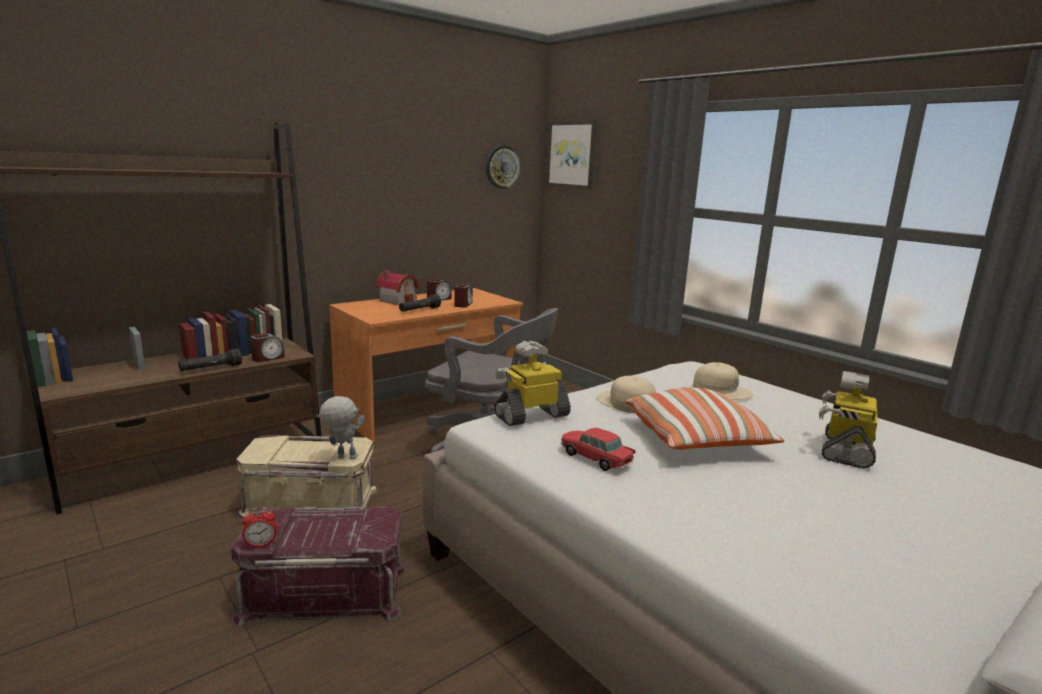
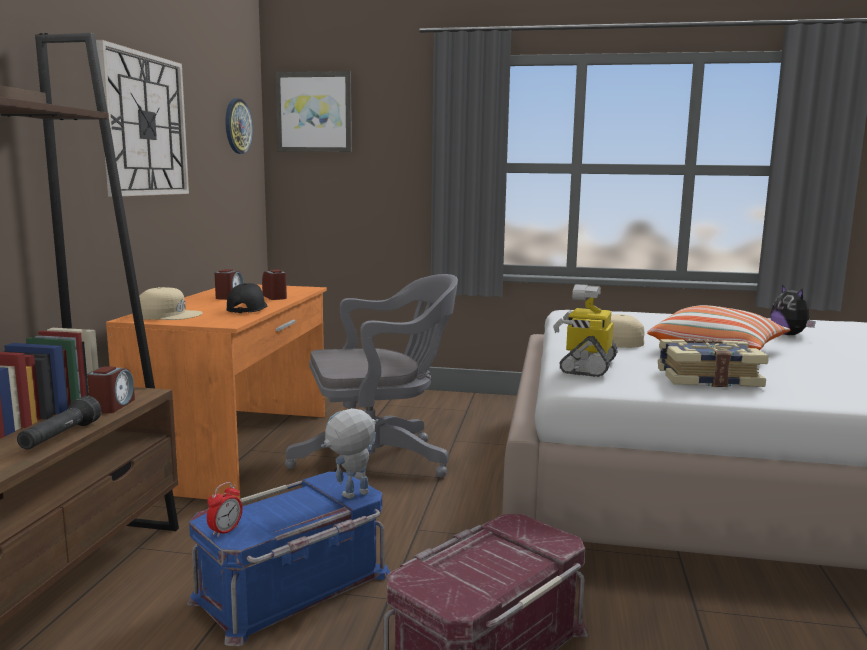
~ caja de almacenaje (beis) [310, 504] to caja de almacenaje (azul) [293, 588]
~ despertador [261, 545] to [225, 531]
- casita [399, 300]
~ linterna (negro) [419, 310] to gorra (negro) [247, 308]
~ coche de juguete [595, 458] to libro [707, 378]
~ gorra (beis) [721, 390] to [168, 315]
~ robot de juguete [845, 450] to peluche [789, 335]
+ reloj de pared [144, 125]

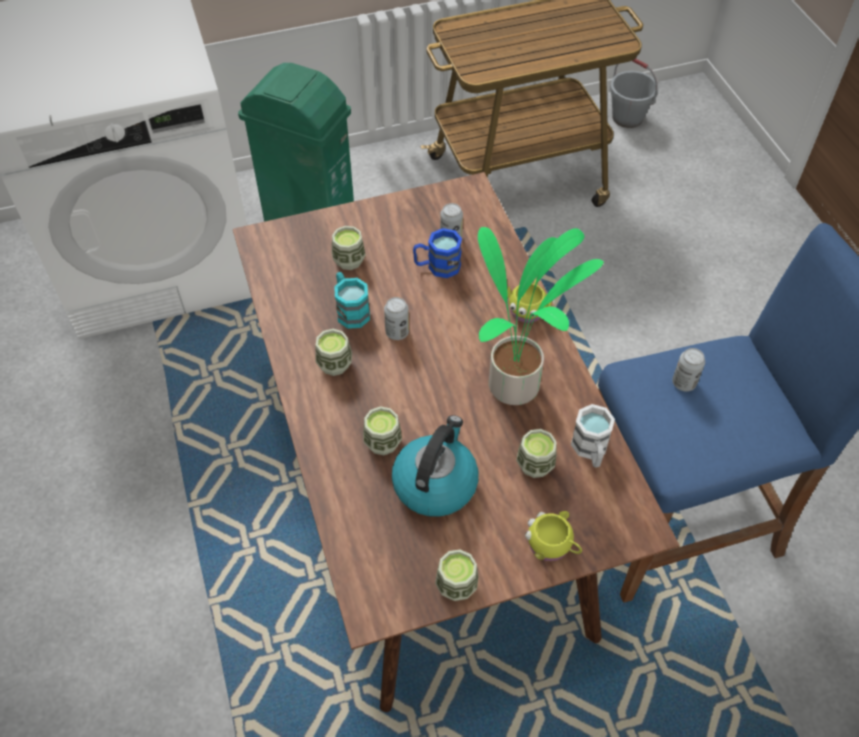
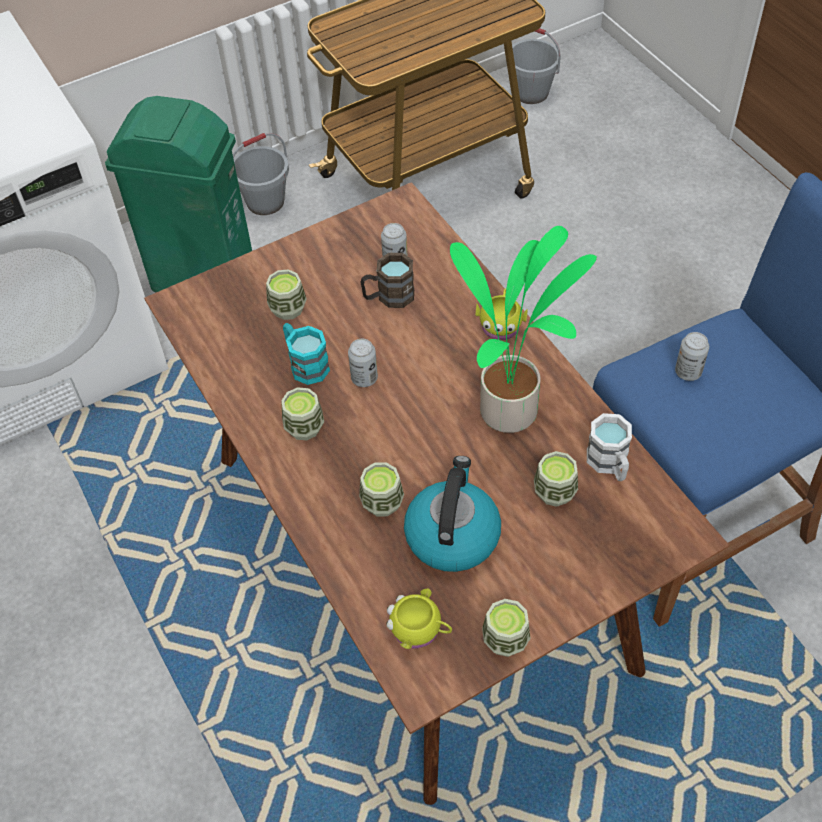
~ taza grande (azul) [437, 266] to taza grande (marrón) [388, 297]
~ taza grande (amarillo) [552, 546] to [420, 630]
+ cubo (gris) [265, 201]

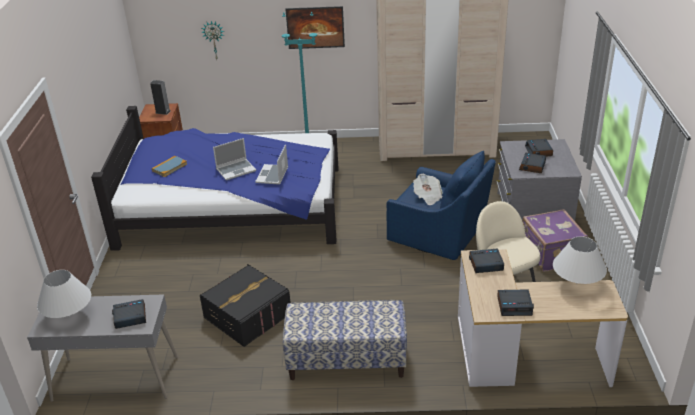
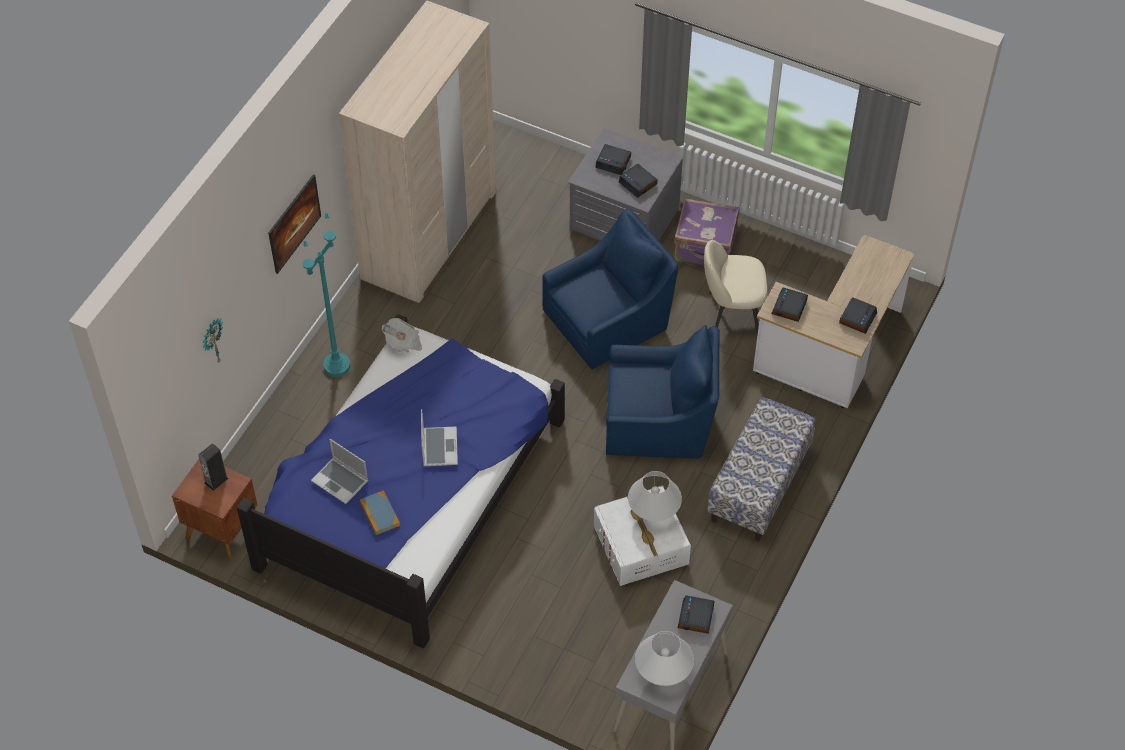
~ caja de almacenaje (negro) [248, 316] to caja de almacenaje (blanco) [641, 545]
~ portátil [272, 175] to [341, 481]
~ periódico [427, 196] to [403, 342]
~ lámpara de mesa (blanco) [577, 284] to [654, 510]
+ sillón (azul) [660, 421]

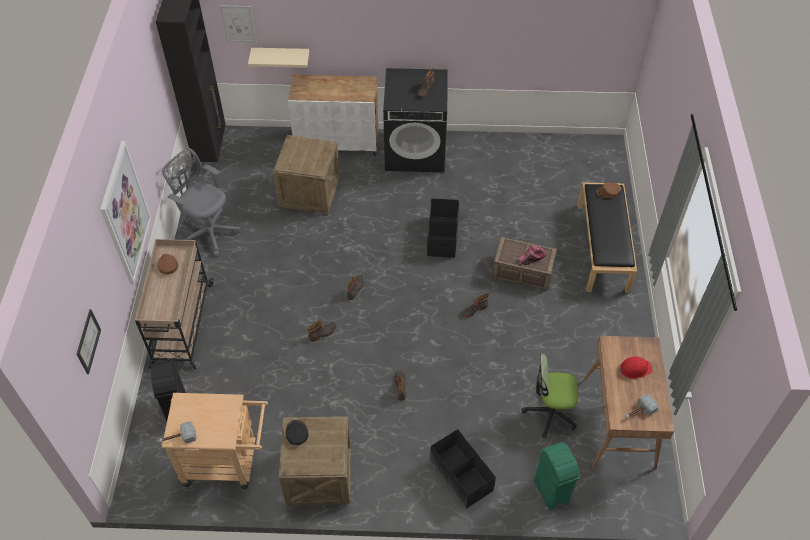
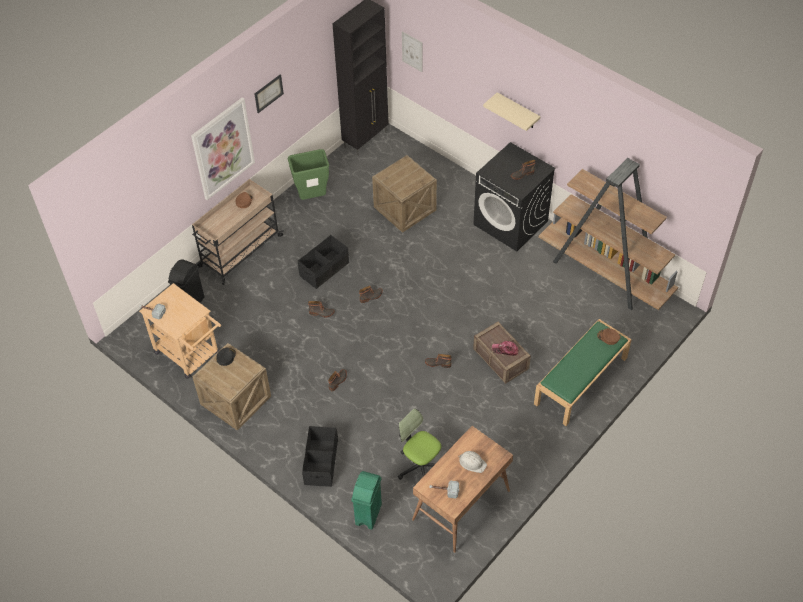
~ cuadro [88, 341] to [268, 93]
~ silla de oficina (gris) [208, 231] to papelera (verde) [312, 197]
~ estante (beis) [281, 56] to [518, 111]
- armario (blanco) [337, 142]
~ caja de almacenaje (negro) [442, 236] to [324, 269]
~ banco (negro) [603, 248] to banco (verde) [580, 381]
~ casco (rojo) [634, 368] to casco (blanco) [472, 462]
+ estantería (marrón) [605, 274]

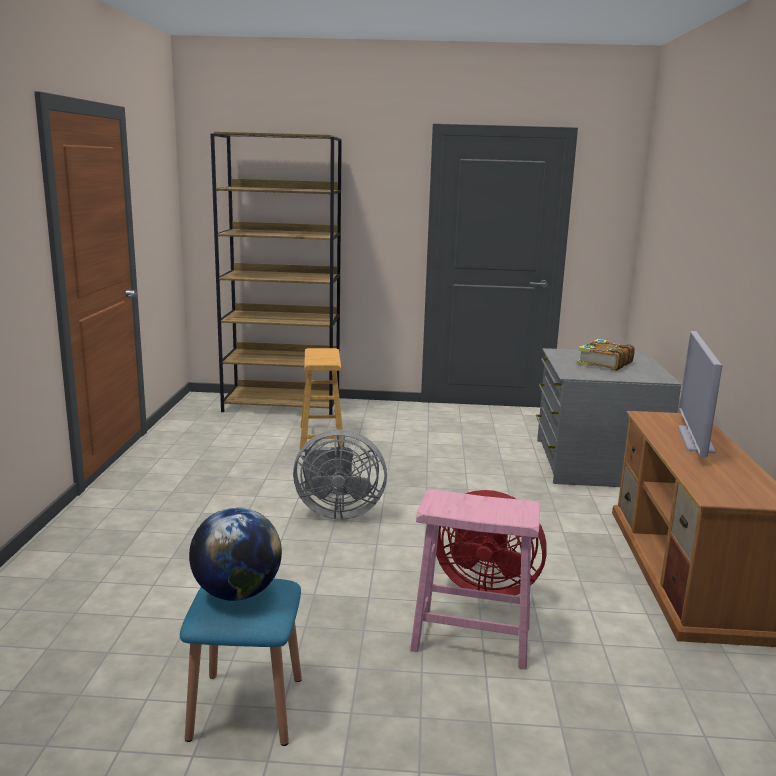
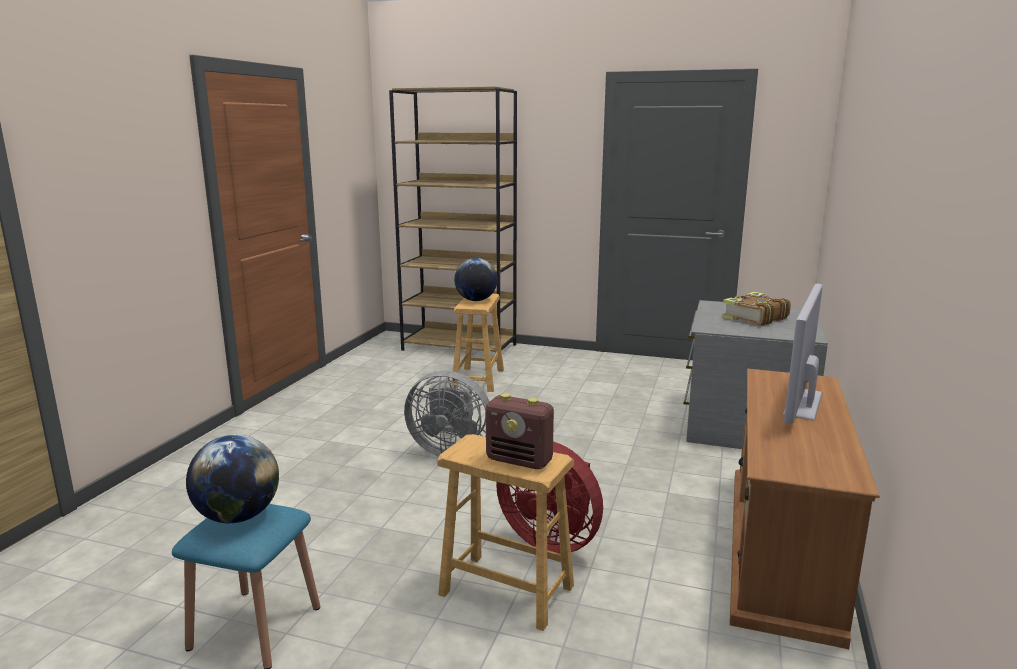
~ taburete (rosa) [471, 637] to taburete (marrón) [506, 590]
+ globo terráqueo [476, 300]
+ radio [520, 461]

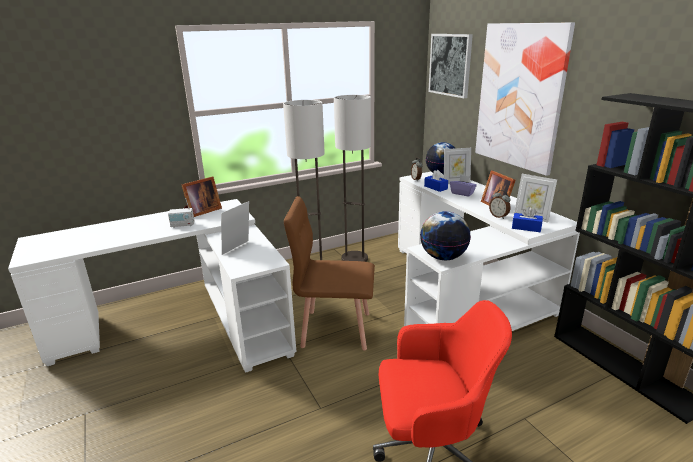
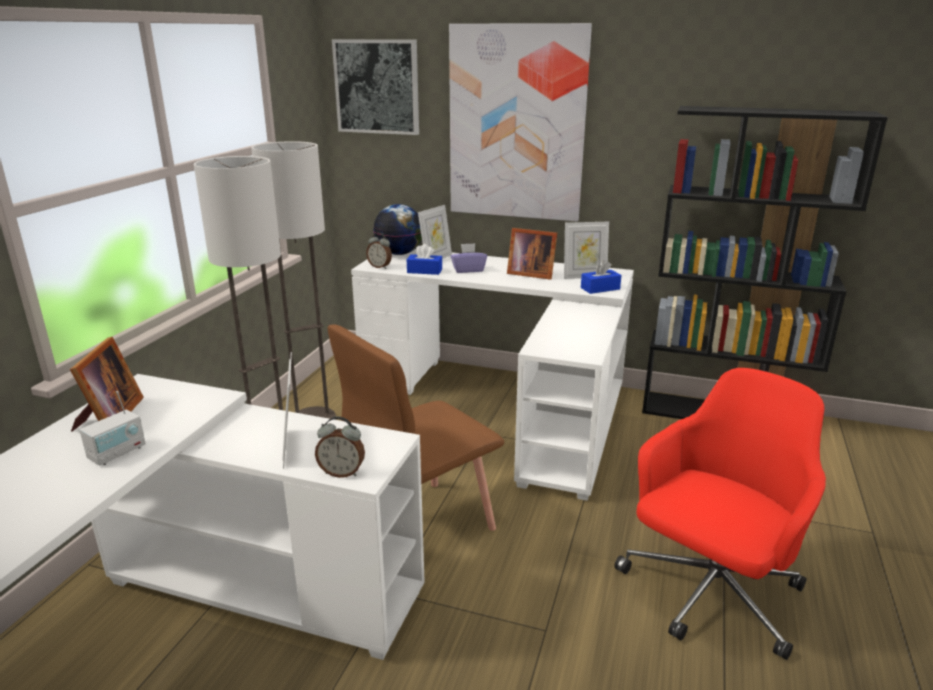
- globo terráqueo [443, 257]
~ despertador [498, 216] to [342, 472]

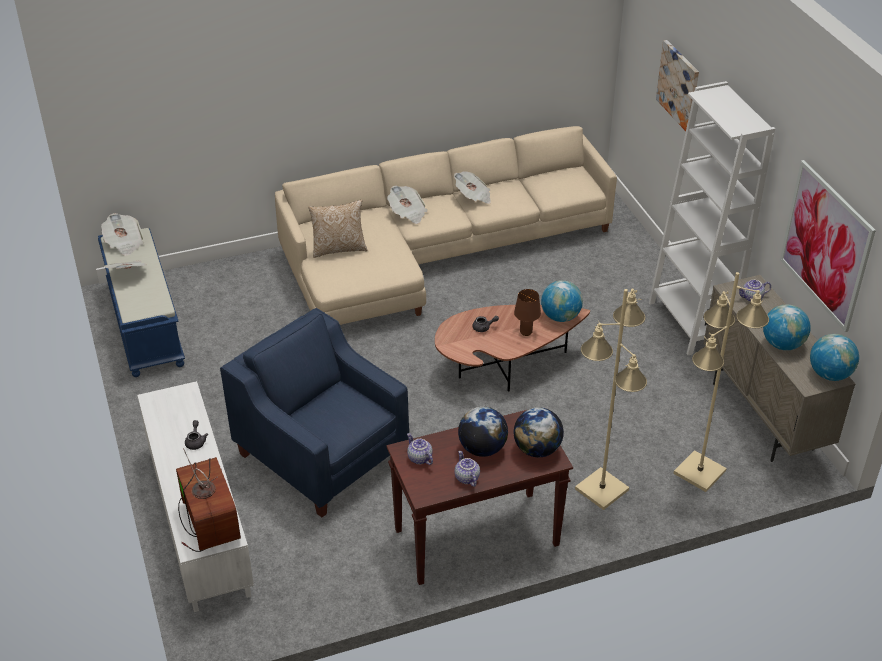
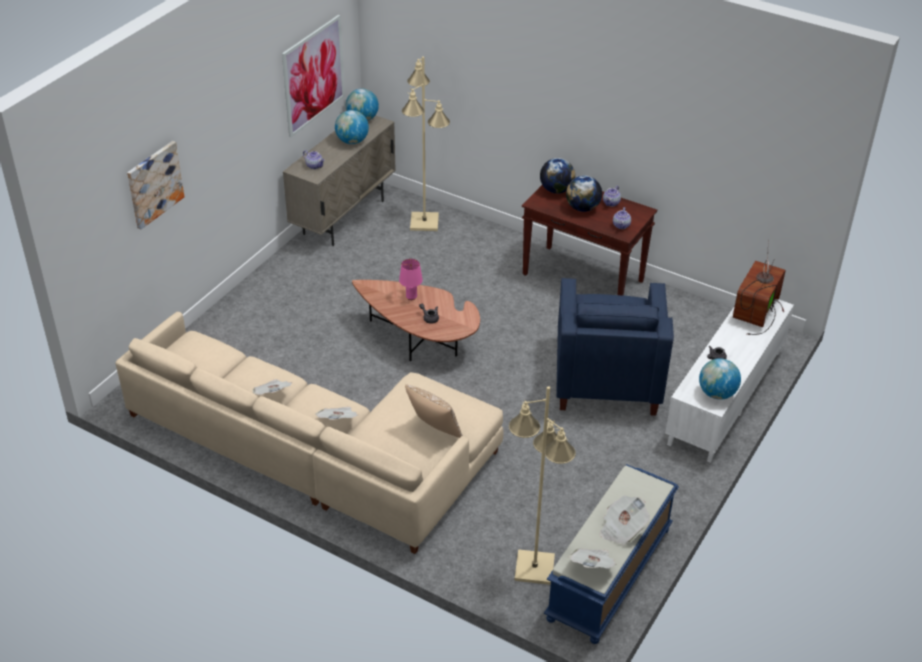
~ lámpara de mesa (marrón) [525, 332] to lámpara de mesa (rosa) [411, 297]
~ globo terráqueo [560, 317] to [716, 393]
~ lámpara de pie (beis) [602, 489] to [534, 567]
- estantería (blanco) [690, 323]

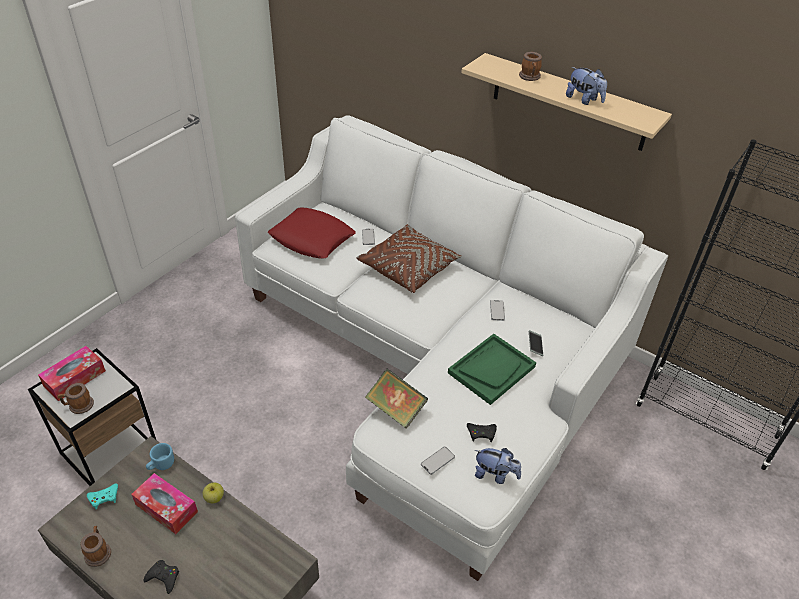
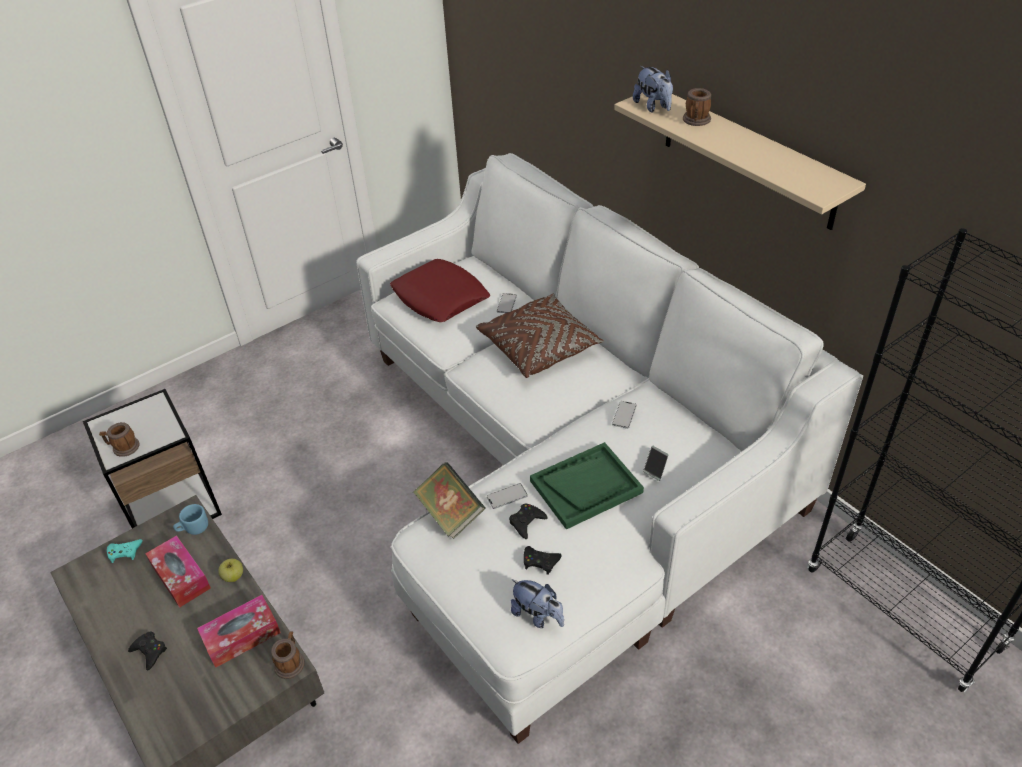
~ caja de pañuelos [75, 378] to [242, 636]
~ taza grande [98, 552] to [290, 662]
~ móvil [437, 461] to [507, 496]
~ peluche [584, 100] to [653, 107]
+ mando de consola (negro) [526, 522]

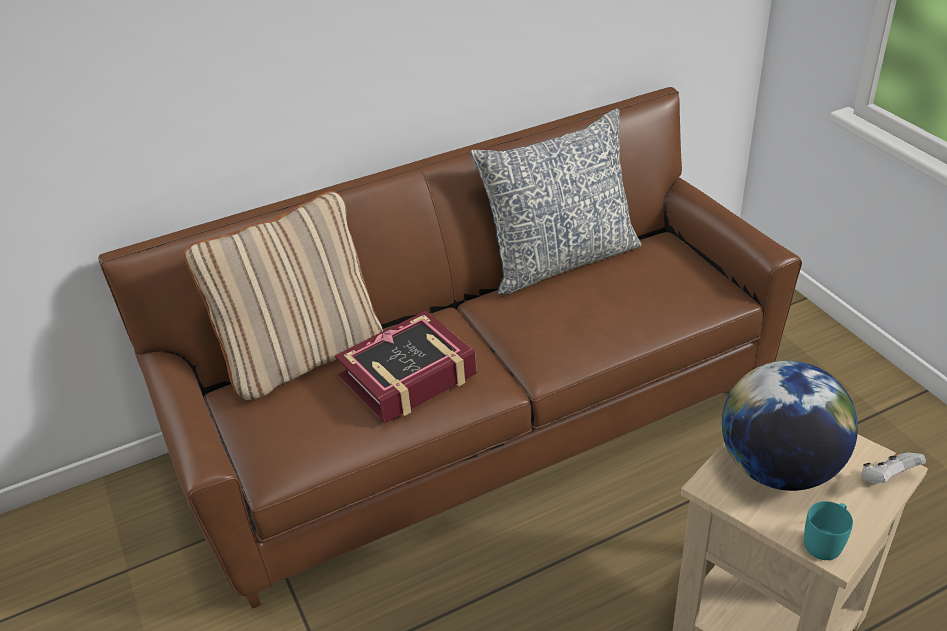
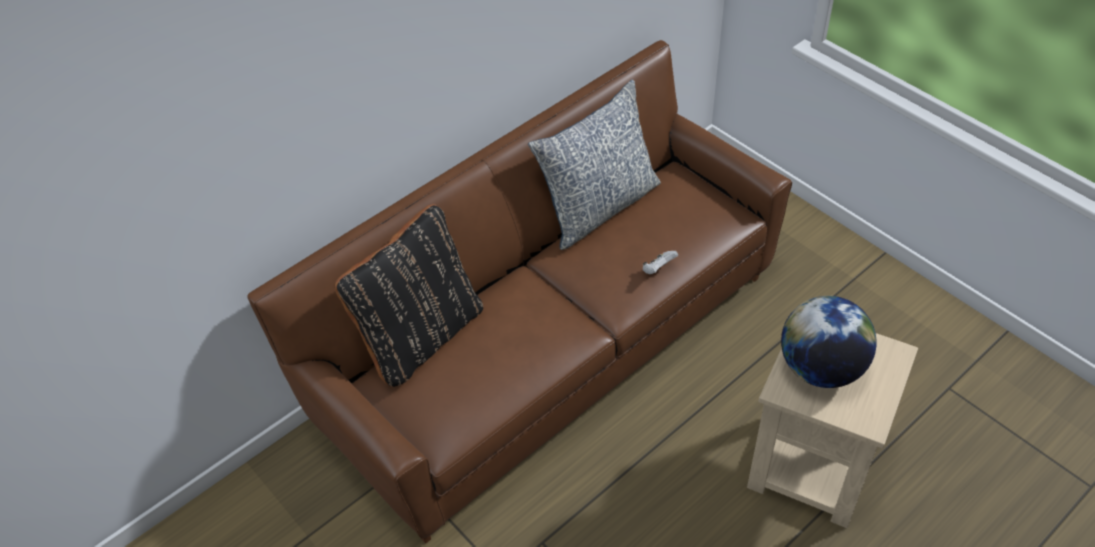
~ cojín (beis) [302, 355] to cojín (negro) [421, 336]
- libro [408, 376]
- taza grande (turquesa) [826, 541]
~ mando de consola (blanco) [887, 479] to [658, 269]

